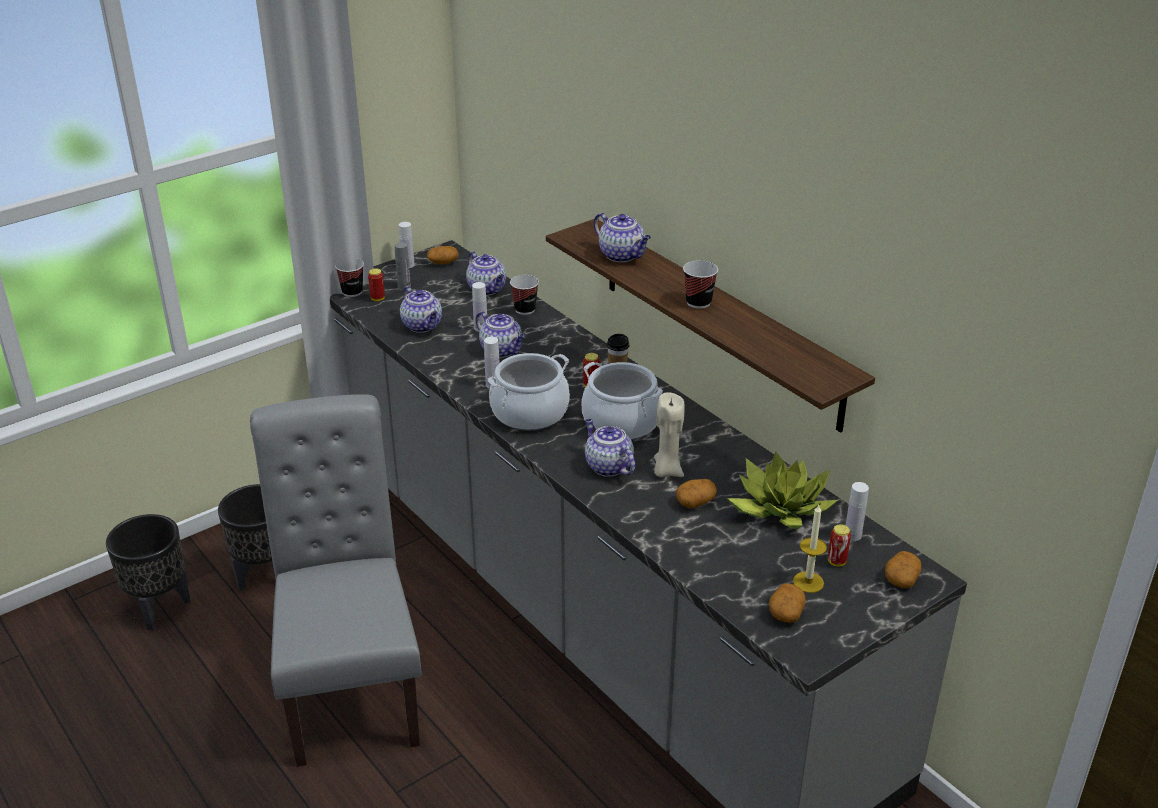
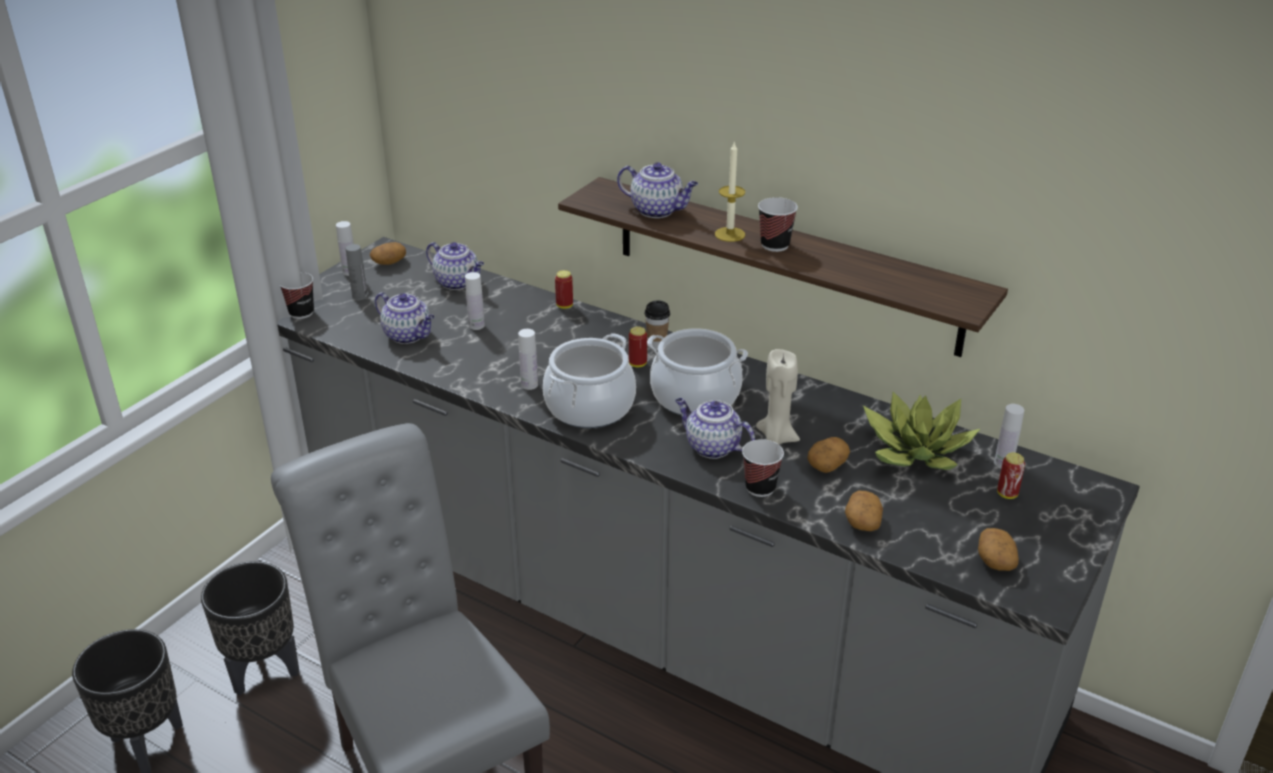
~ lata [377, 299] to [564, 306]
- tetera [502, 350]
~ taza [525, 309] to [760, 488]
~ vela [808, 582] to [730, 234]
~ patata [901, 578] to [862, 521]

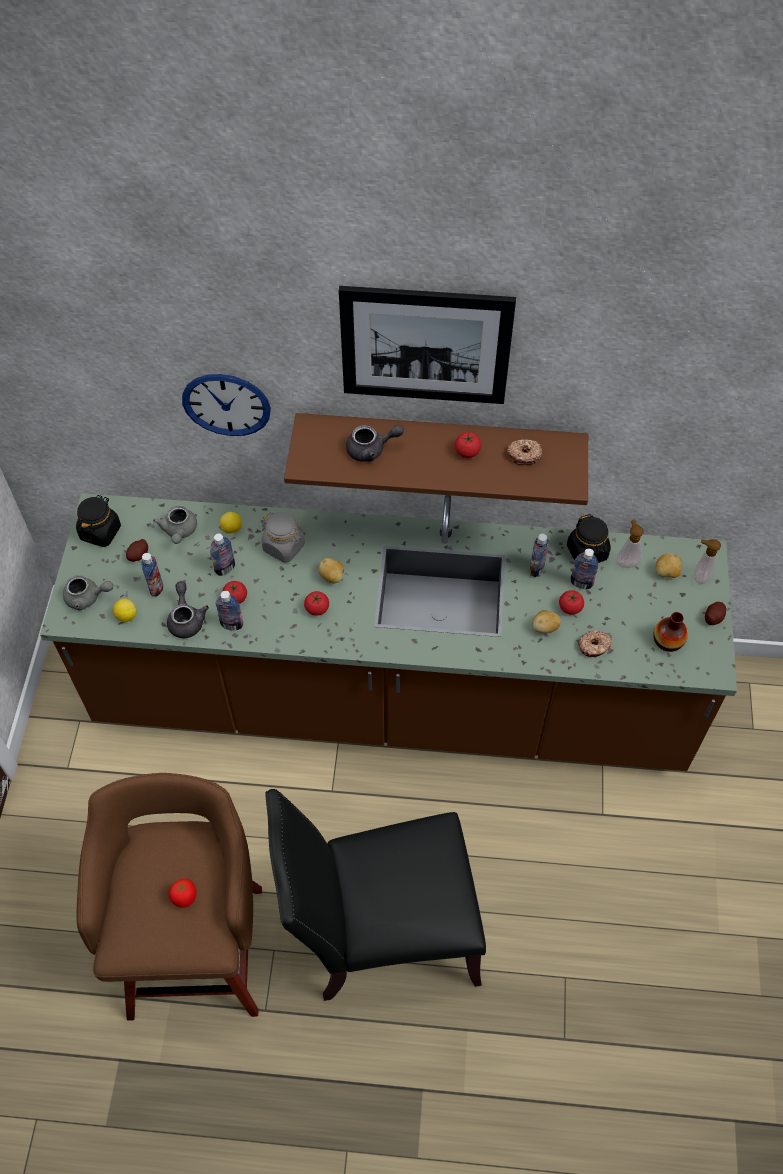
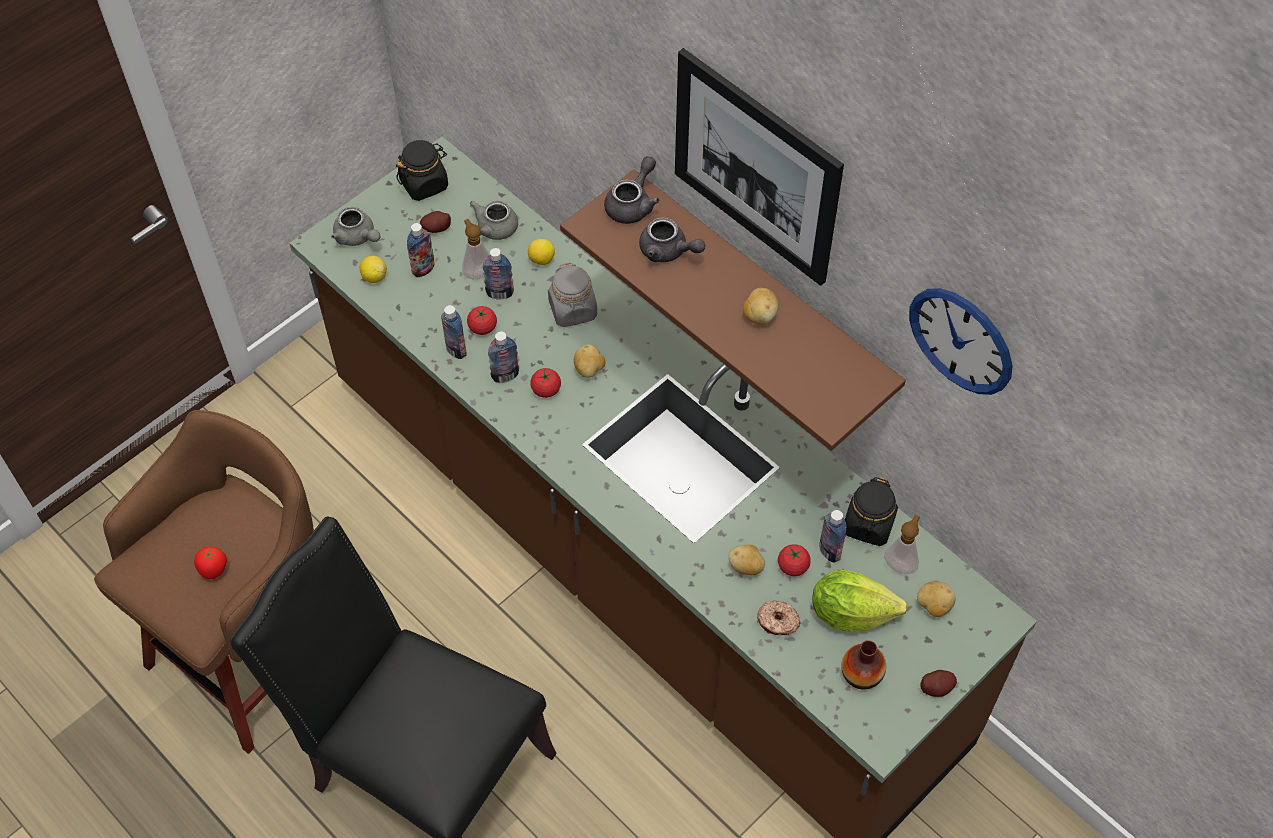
~ tetera (gris) [186, 619] to [633, 204]
~ reloj de pared [226, 404] to [961, 340]
~ tomate [467, 452] to patata [759, 315]
- rosquilla [524, 455]
~ botella [536, 568] to [505, 375]
~ dispensador de jabón [699, 576] to [477, 272]
+ lechuga [850, 612]

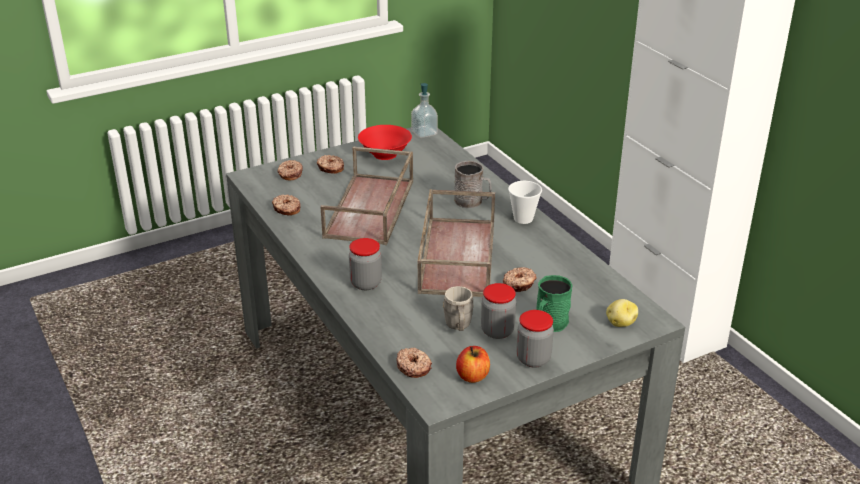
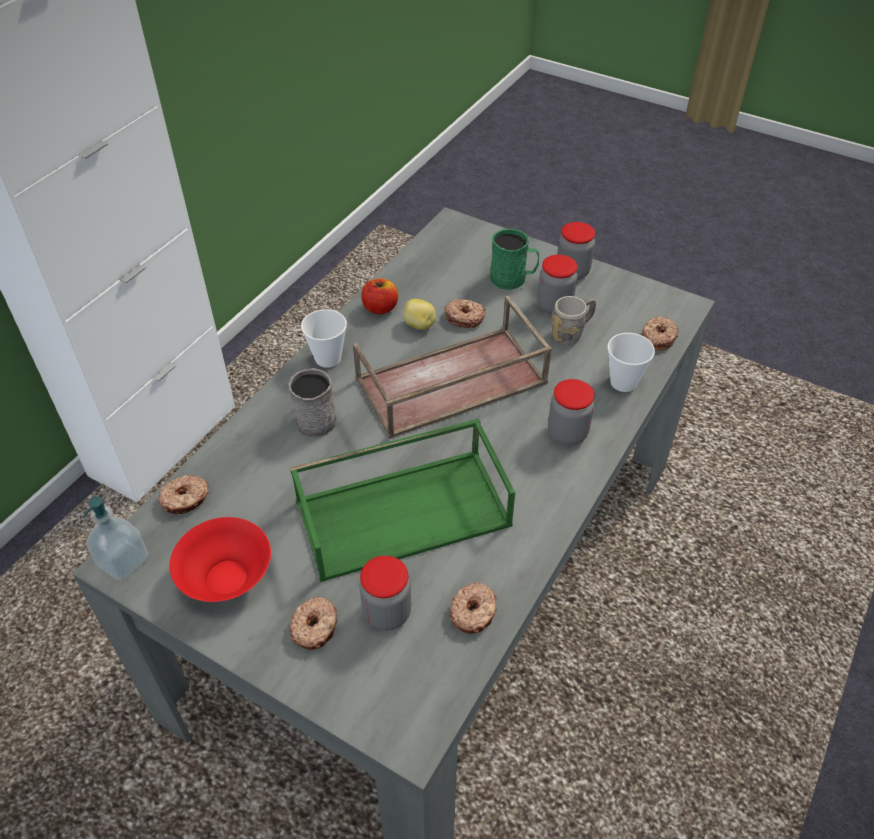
~ rosquilla [290, 174] to [185, 499]
~ bandeja (marrón) [371, 209] to bandeja (verde) [404, 511]
~ manzana [473, 376] to [380, 308]
~ patata [620, 323] to [419, 325]
+ tarro [387, 613]
+ taza [623, 382]

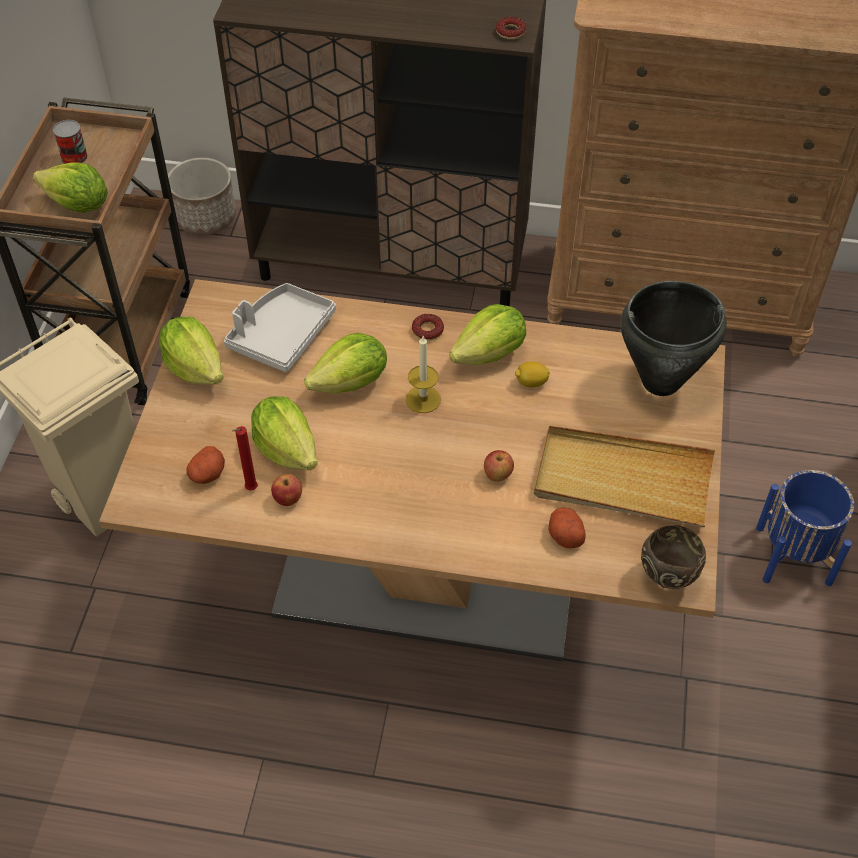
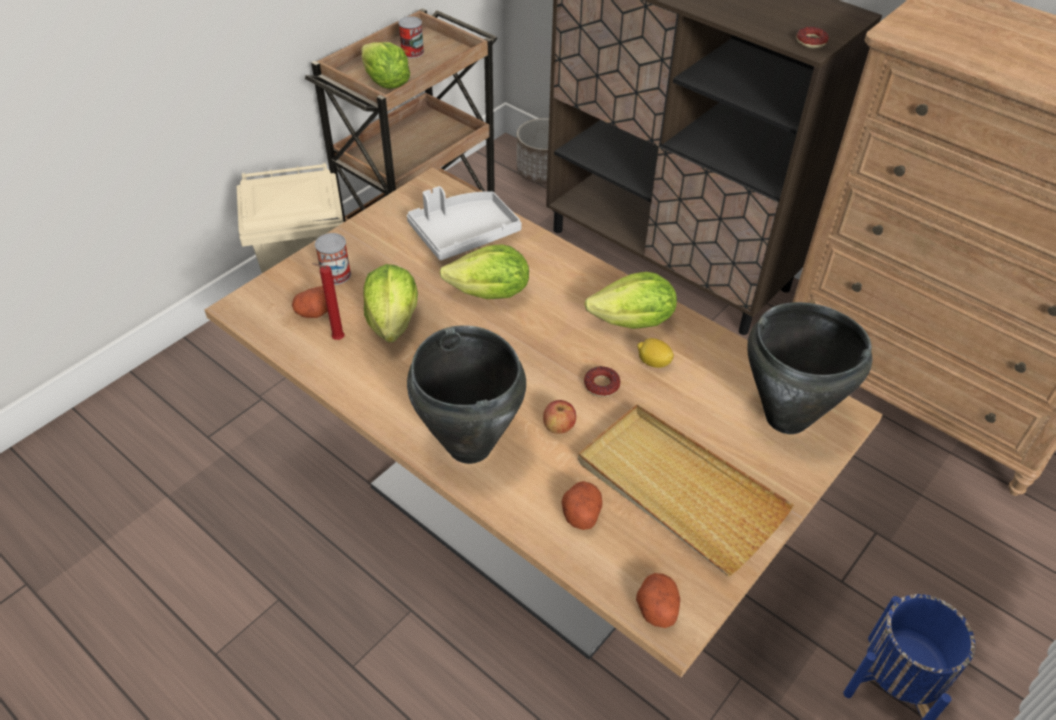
- lechuga [195, 368]
- manzana [288, 499]
- vela [423, 399]
~ rosquilla [427, 330] to [601, 385]
~ cuenco (marrón) [667, 576] to patata [656, 607]
+ lata [336, 274]
+ olla (negro) [469, 447]

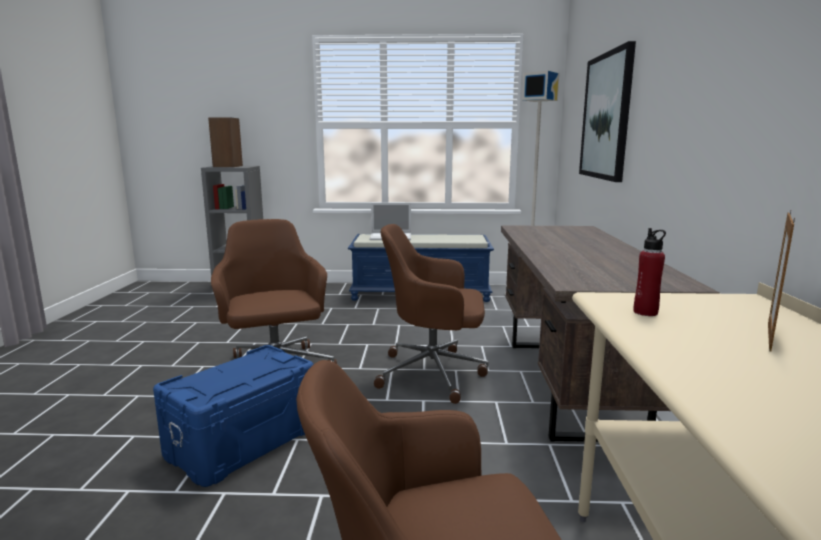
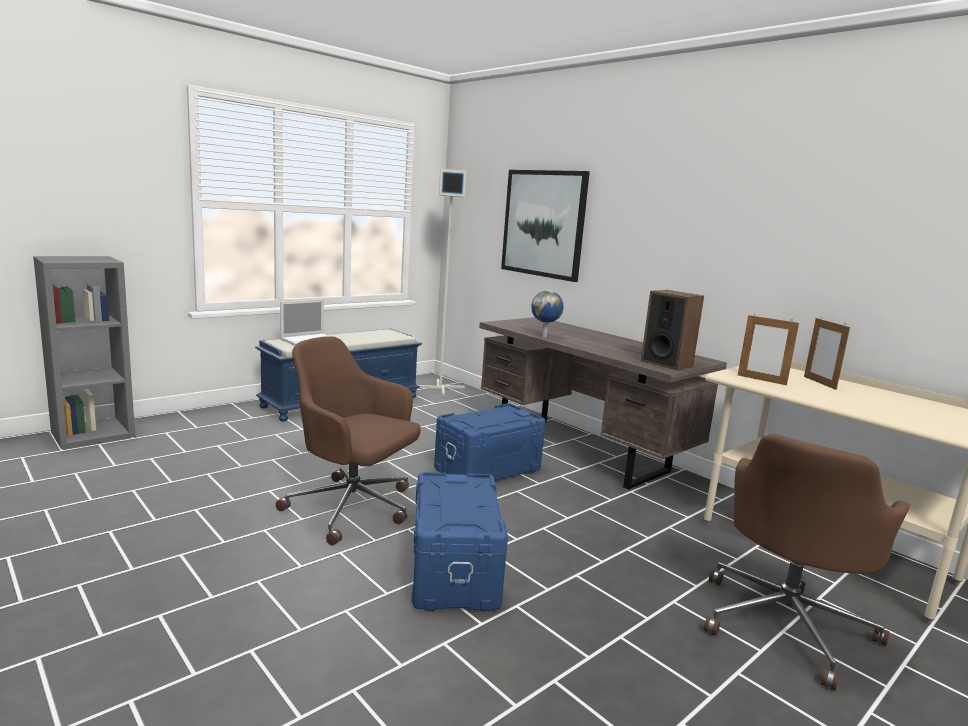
~ altavoz [228, 166] to [666, 363]
~ silla de oficina (marrón) [434, 373] to caja de almacenaje (azul) [487, 469]
~ botella (rojo) [645, 312] to portarretratos [761, 380]
+ globo terráqueo [544, 337]

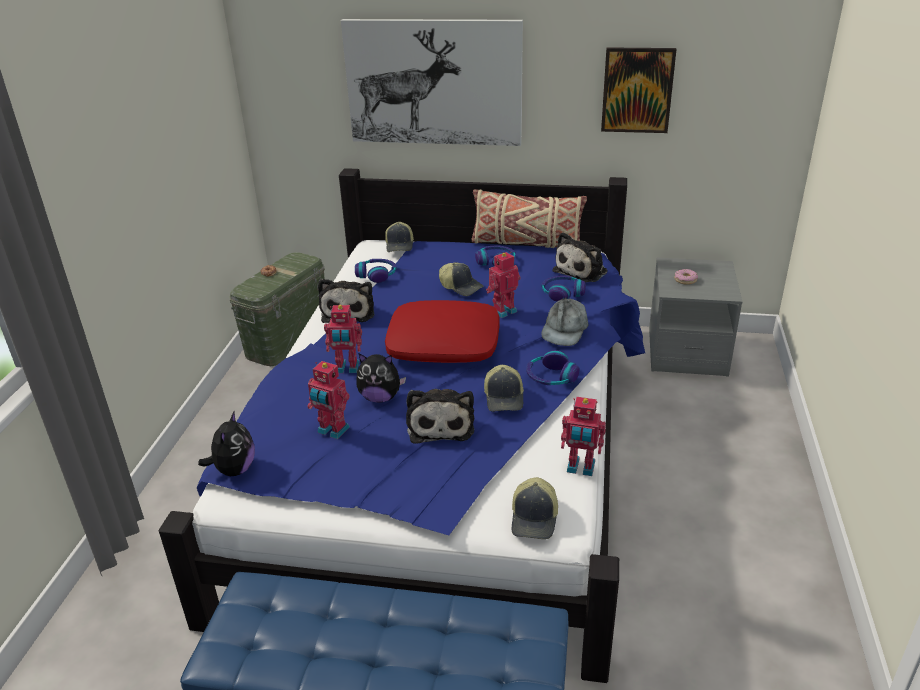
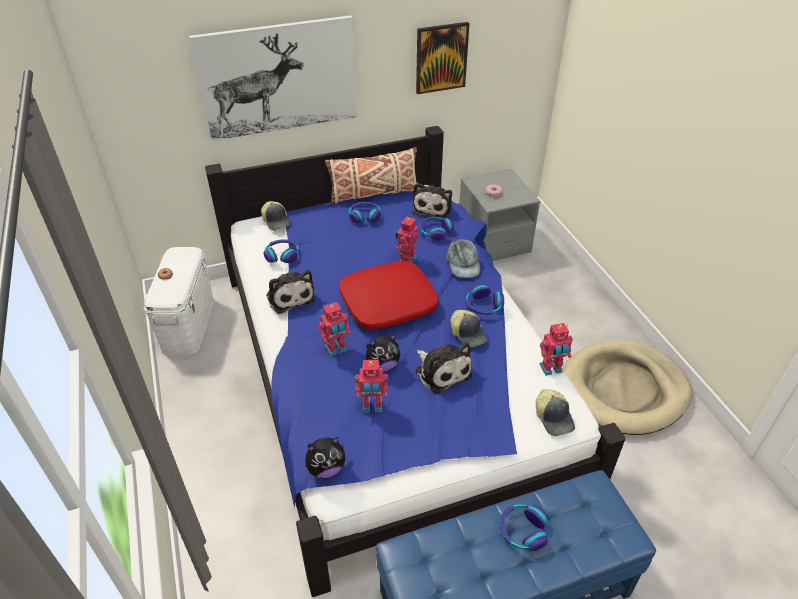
~ peluche [234, 470] = [326, 468] 90 degrees clockwise
~ caja de almacenaje (verde) [287, 340] to caja de almacenaje (blanco) [188, 324]
- gorra [461, 287]
+ auriculares [522, 530]
+ cama para perro (beis) [624, 390]

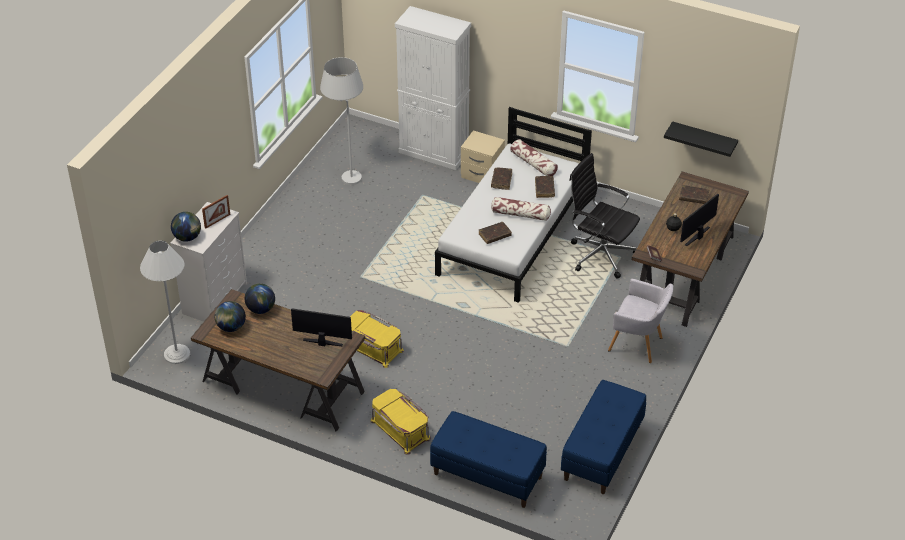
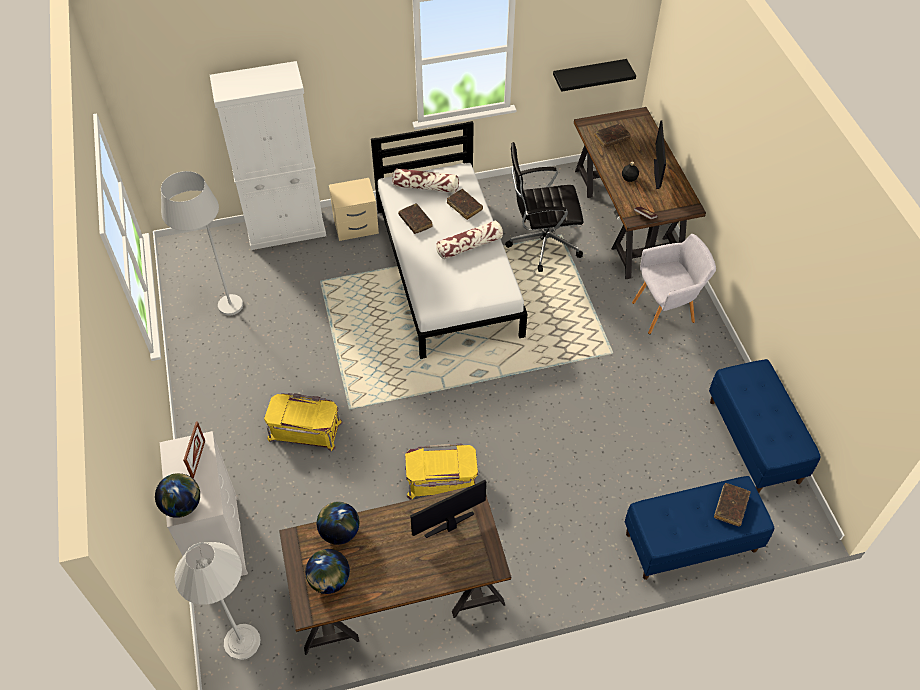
~ caja de almacenaje (amarillo) [401, 429] to [305, 429]
~ libro (marrón) [494, 235] to [731, 506]

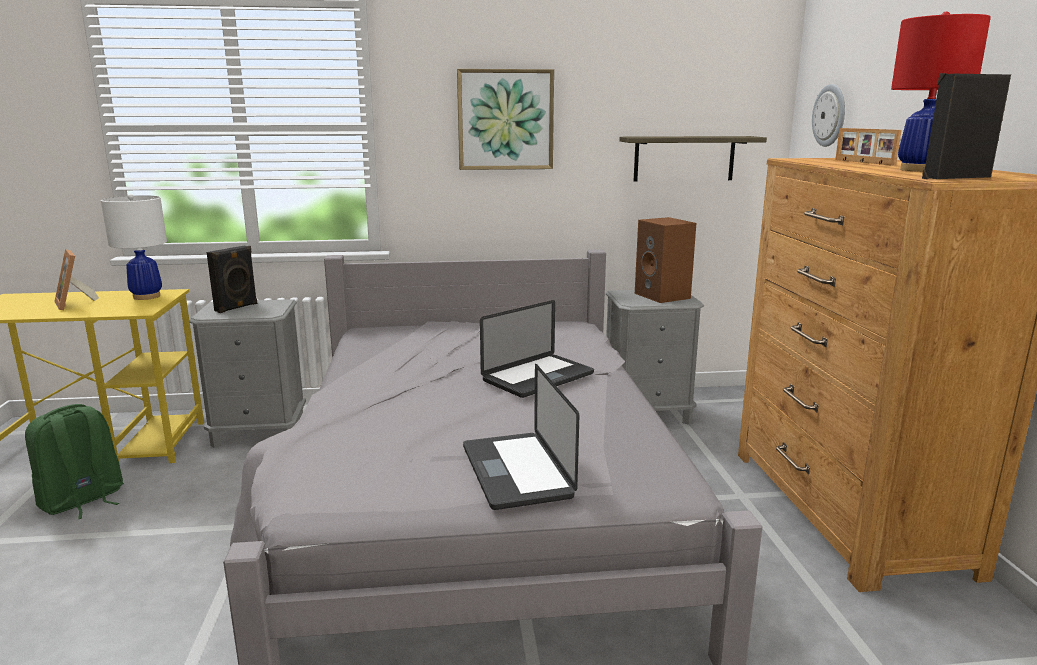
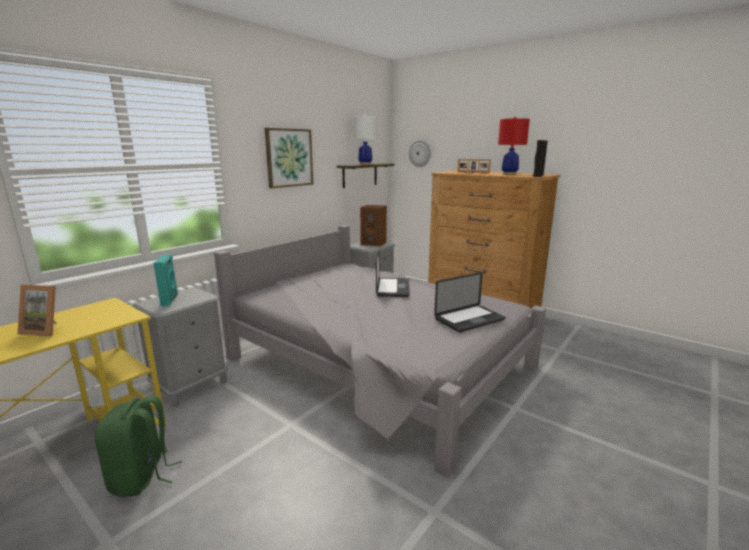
~ lámpara de mesa (blanco) [146, 296] to [365, 164]
~ altavoz (negro) [237, 307] to altavoz (turquesa) [170, 300]
~ portátil [516, 471] = [469, 319] 60 degrees counterclockwise

